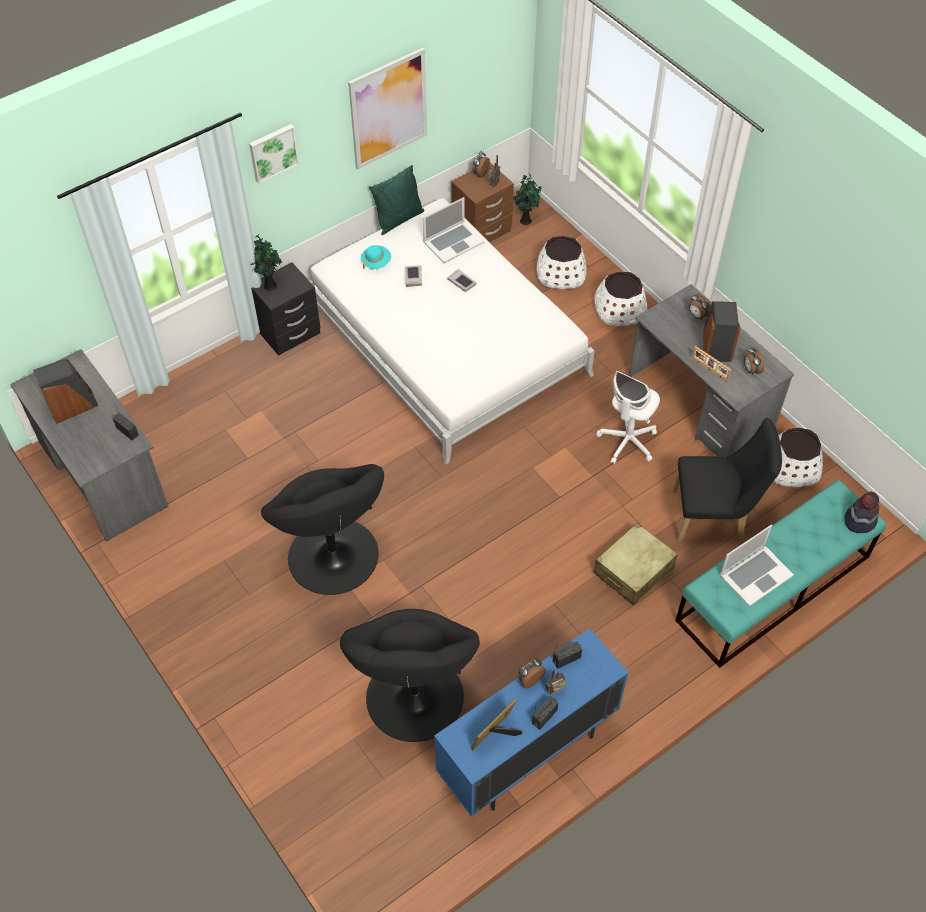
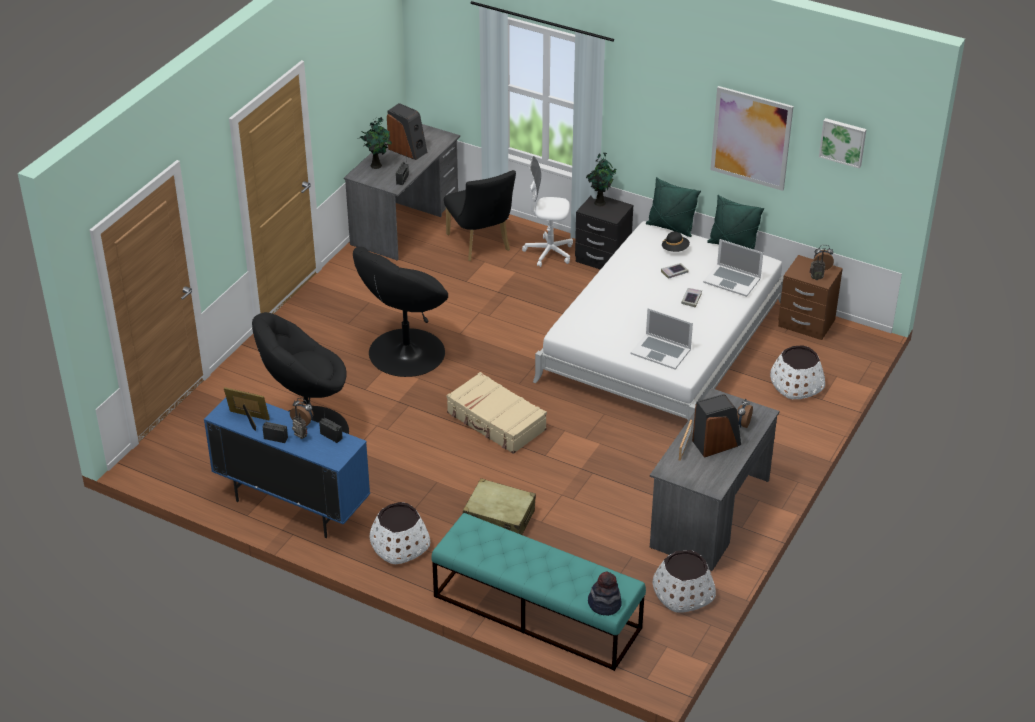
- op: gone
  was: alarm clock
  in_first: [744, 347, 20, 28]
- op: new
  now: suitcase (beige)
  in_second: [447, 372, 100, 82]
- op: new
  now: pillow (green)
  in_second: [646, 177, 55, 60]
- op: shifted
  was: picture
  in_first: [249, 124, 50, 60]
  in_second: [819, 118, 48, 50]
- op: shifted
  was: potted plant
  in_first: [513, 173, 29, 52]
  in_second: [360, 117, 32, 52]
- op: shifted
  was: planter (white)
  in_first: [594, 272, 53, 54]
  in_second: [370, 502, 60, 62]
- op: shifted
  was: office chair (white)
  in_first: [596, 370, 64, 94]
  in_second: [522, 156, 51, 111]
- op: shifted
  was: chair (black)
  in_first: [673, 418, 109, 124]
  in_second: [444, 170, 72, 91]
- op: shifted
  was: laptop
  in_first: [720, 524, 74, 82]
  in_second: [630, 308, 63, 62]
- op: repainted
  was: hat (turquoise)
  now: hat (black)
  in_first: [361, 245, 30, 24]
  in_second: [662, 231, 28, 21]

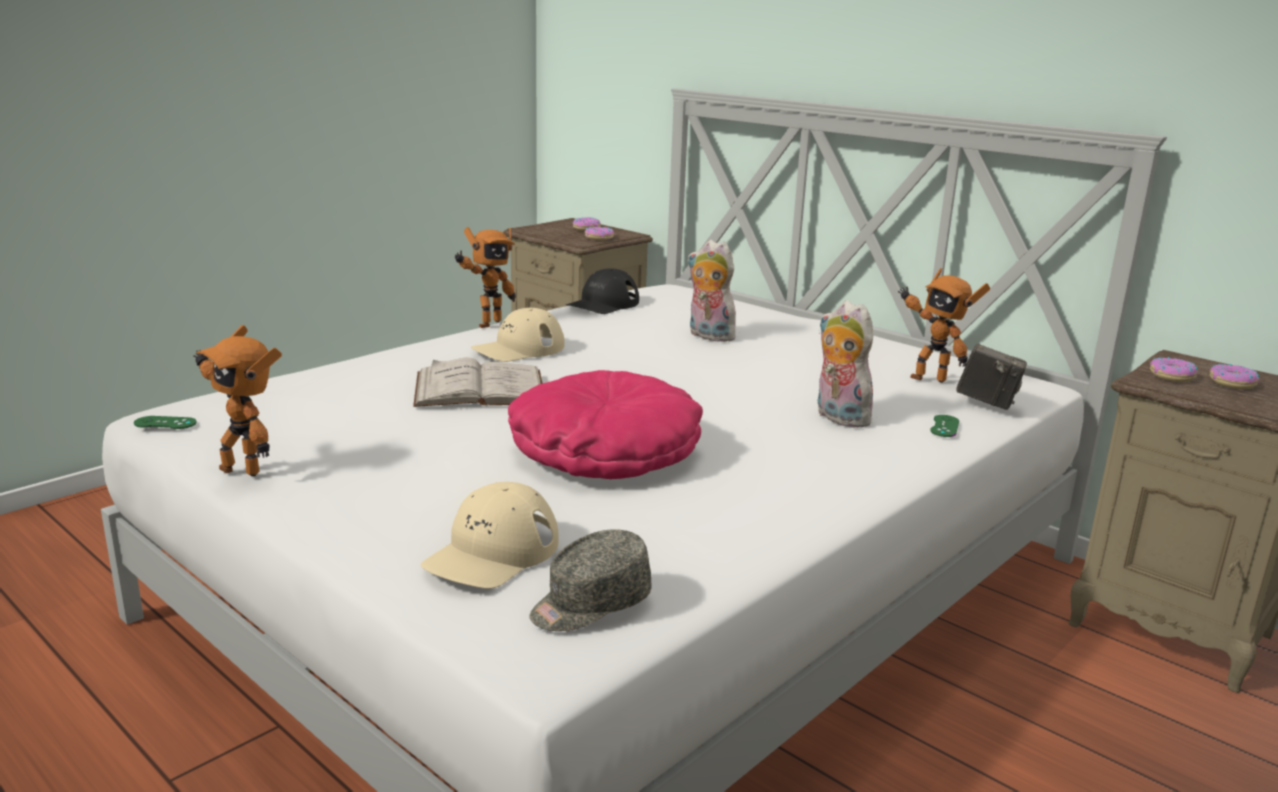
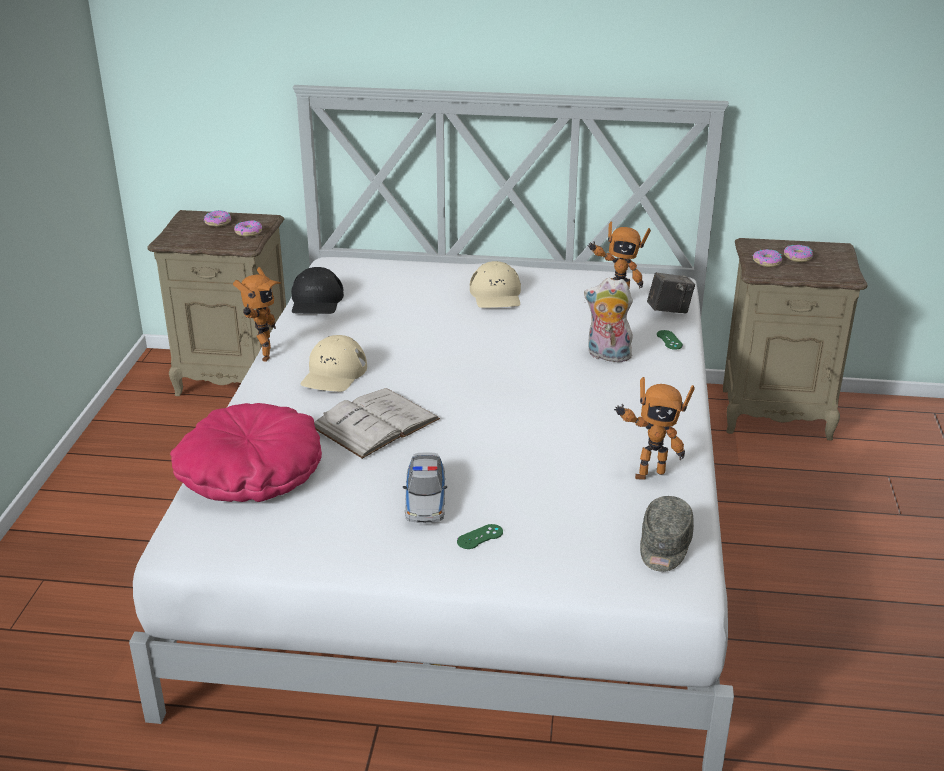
- op: gone
  was: plush toy
  in_first: [688, 240, 50, 102]
- op: new
  now: toy car
  in_second: [403, 453, 44, 70]
- op: shifted
  was: game controller (green)
  in_first: [134, 416, 62, 13]
  in_second: [457, 524, 46, 25]
- op: shifted
  was: toy robot
  in_first: [193, 325, 89, 151]
  in_second: [614, 377, 81, 103]
- op: shifted
  was: cap (beige)
  in_first: [421, 482, 138, 107]
  in_second: [470, 261, 51, 47]
- op: shifted
  was: pillow (pink)
  in_first: [508, 370, 195, 109]
  in_second: [170, 403, 152, 99]

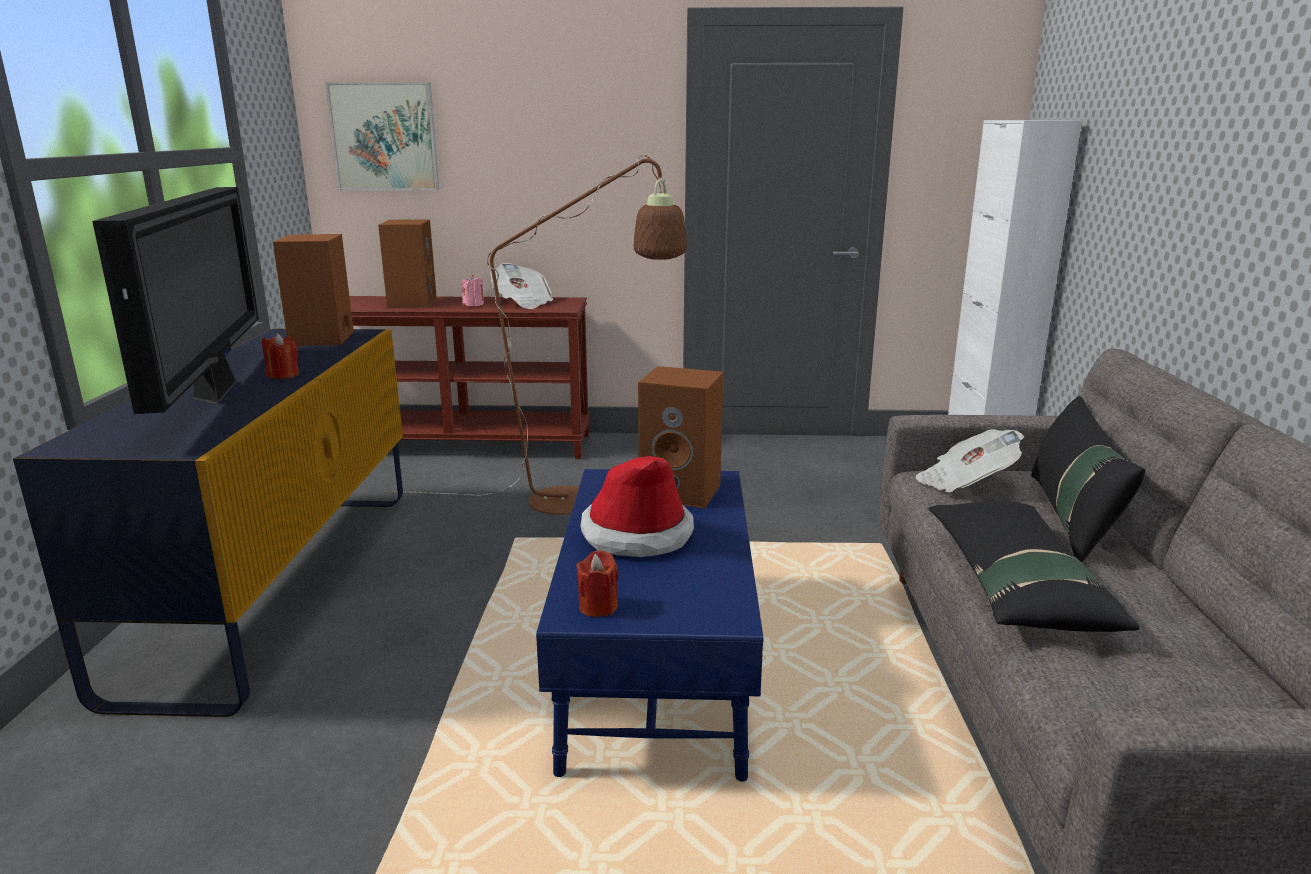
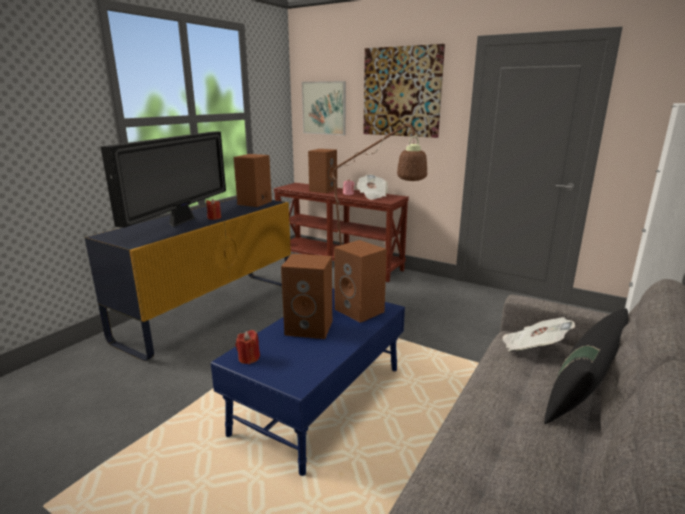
- op: gone
  was: pillow (black)
  in_first: [928, 501, 212, 131]
- op: new
  now: picture
  in_second: [363, 44, 82, 94]
- op: swapped
  was: hat
  now: speaker (brown)
  in_first: [581, 456, 113, 101]
  in_second: [281, 254, 51, 85]

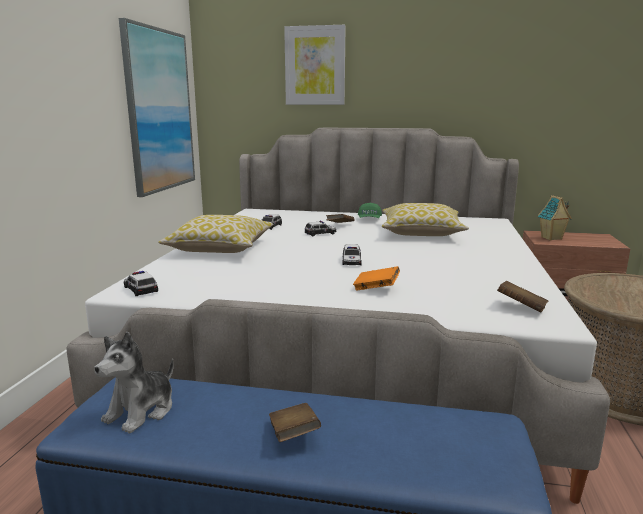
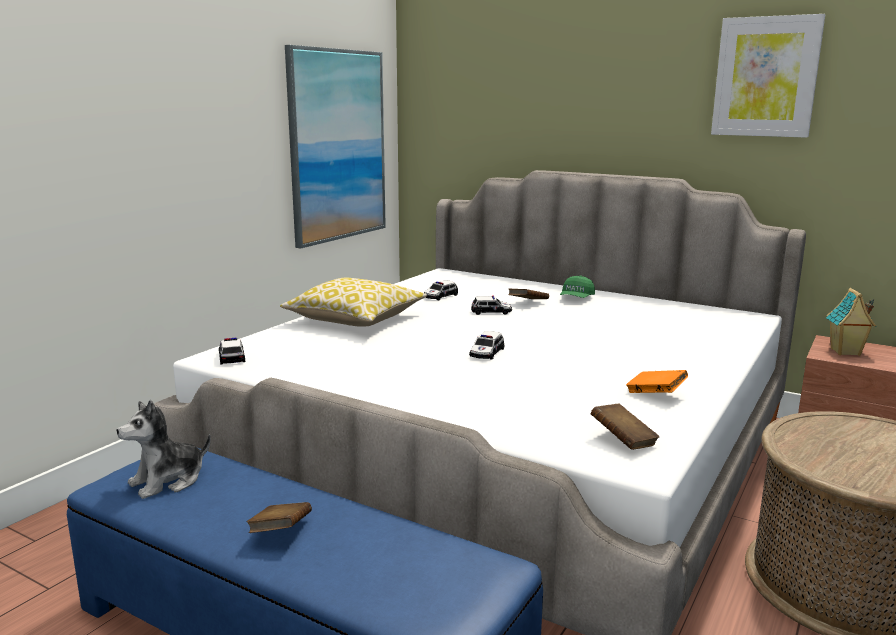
- op: gone
  was: pillow
  in_first: [382, 203, 87, 33]
- op: shifted
  was: picture
  in_first: [284, 25, 62, 80]
  in_second: [711, 14, 114, 124]
- op: shifted
  was: book (orange)
  in_first: [353, 266, 47, 25]
  in_second: [626, 370, 62, 23]

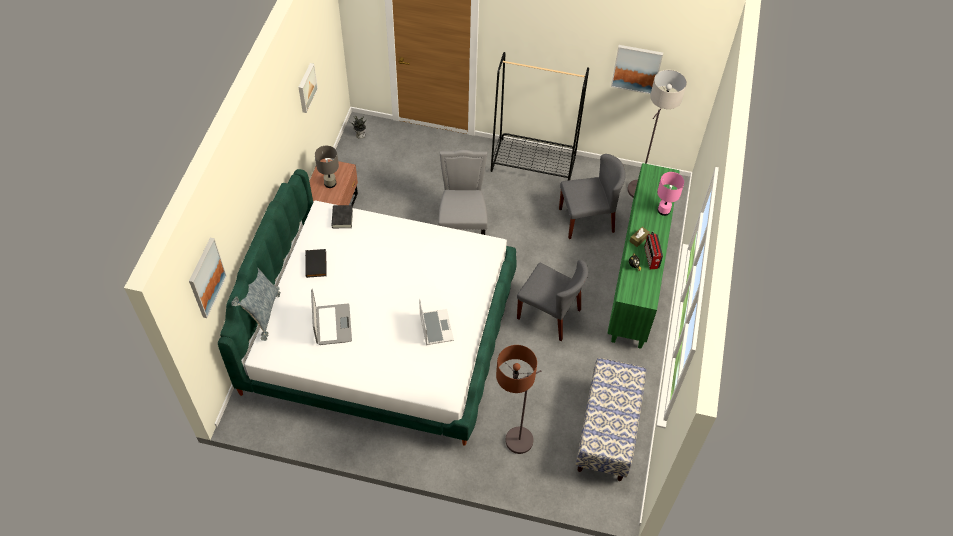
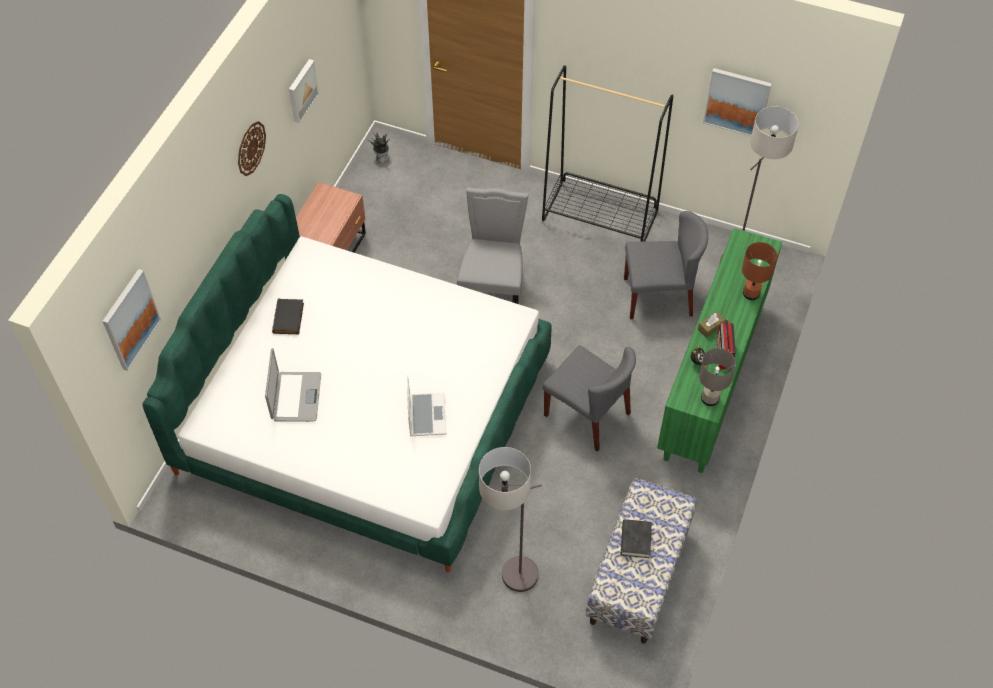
- op: gone
  was: pillow
  in_first: [231, 268, 49, 73]
- op: new
  now: wall clock
  in_second: [238, 121, 28, 55]
- op: shifted
  was: table lamp (grey)
  in_first: [315, 146, 24, 42]
  in_second: [699, 348, 37, 58]
- op: shifted
  was: book (black)
  in_first: [332, 205, 21, 23]
  in_second: [621, 519, 31, 39]
- op: repainted
  was: floor lamp (brown)
  now: floor lamp (grey)
  in_first: [496, 345, 46, 109]
  in_second: [479, 447, 63, 145]
- op: repainted
  was: table lamp (pink)
  now: table lamp (brown)
  in_first: [657, 172, 27, 44]
  in_second: [742, 242, 35, 58]

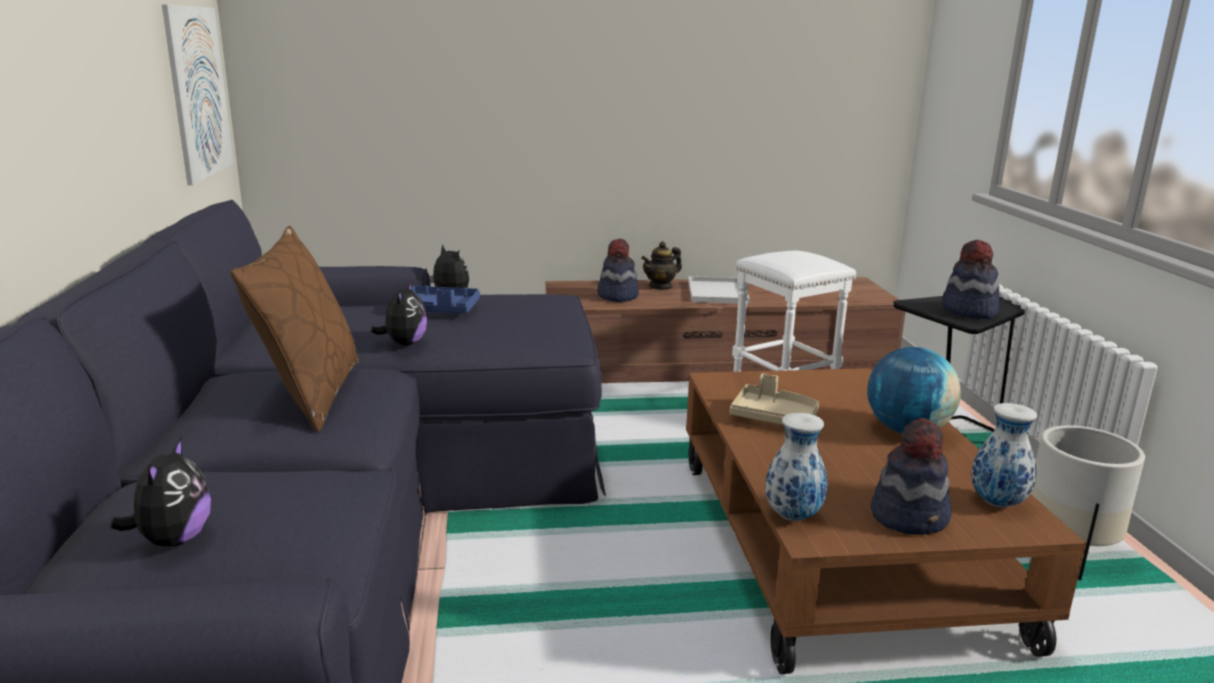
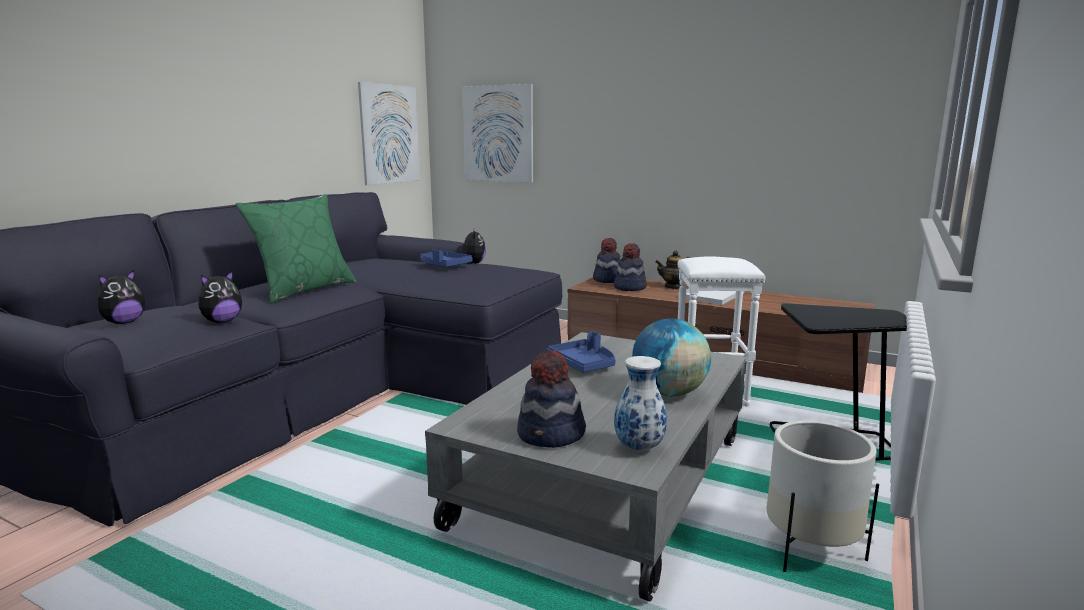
- op: gone
  was: vase
  in_first: [765, 413, 62, 108]
- op: new
  now: picture
  in_second: [462, 84, 71, 99]
- op: shifted
  was: plush toy
  in_first: [371, 281, 56, 64]
  in_second: [198, 270, 44, 53]
- op: shifted
  was: hat
  in_first: [942, 240, 57, 79]
  in_second: [593, 238, 27, 45]
- op: repainted
  was: pillow (brown)
  now: pillow (green)
  in_first: [230, 226, 129, 206]
  in_second: [236, 194, 120, 109]
- op: repainted
  was: coffee table (brown)
  now: coffee table (grey)
  in_first: [686, 368, 401, 306]
  in_second: [425, 332, 321, 270]
- op: repainted
  was: tray (beige)
  now: tray (blue)
  in_first: [730, 373, 89, 52]
  in_second: [547, 331, 69, 41]

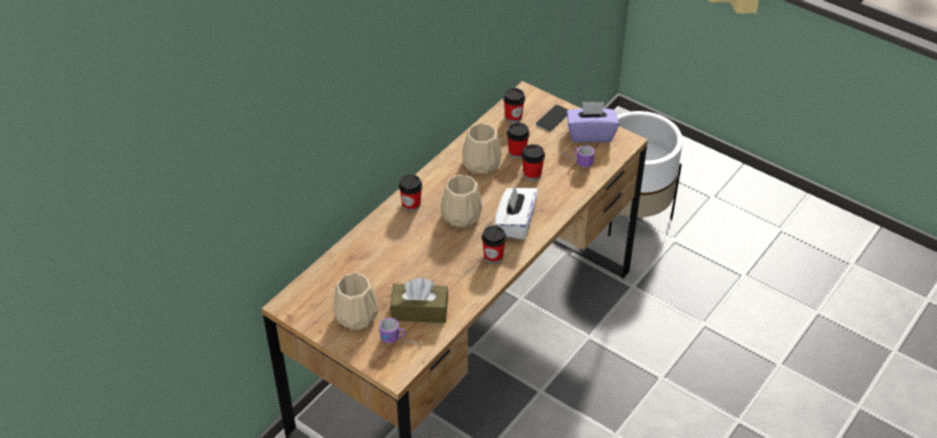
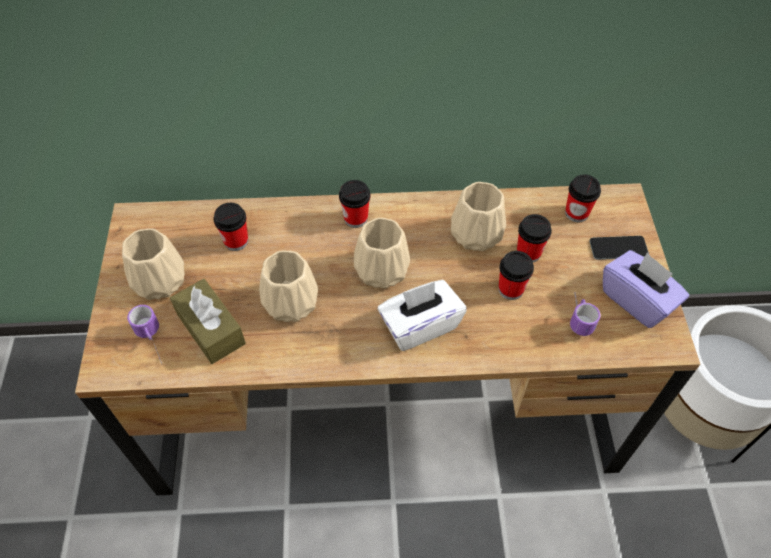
- op: new
  now: vase (beige)
  in_second: [259, 250, 59, 72]
- op: shifted
  was: cup
  in_first: [482, 225, 24, 39]
  in_second: [214, 203, 34, 48]

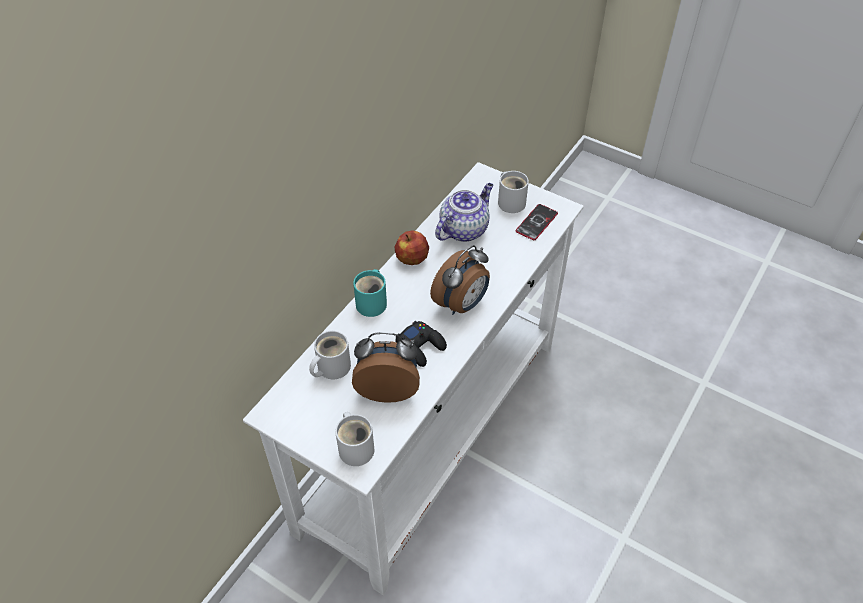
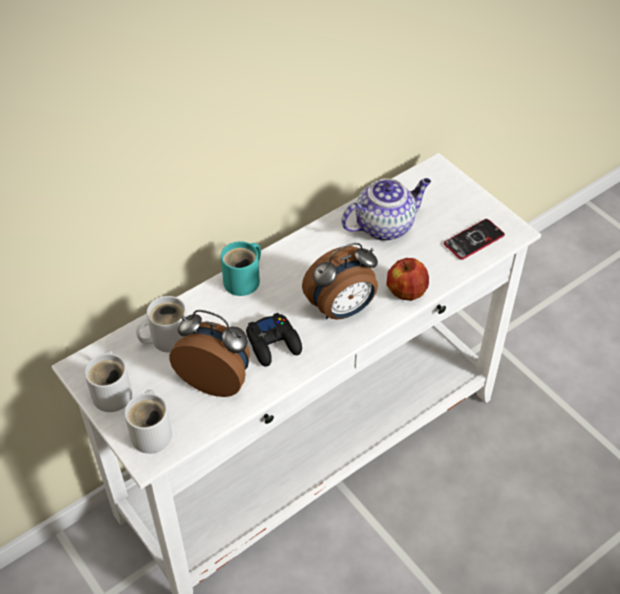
- op: shifted
  was: apple
  in_first: [394, 230, 35, 35]
  in_second: [387, 258, 42, 43]
- op: shifted
  was: mug (white)
  in_first: [498, 171, 31, 42]
  in_second: [85, 351, 47, 61]

